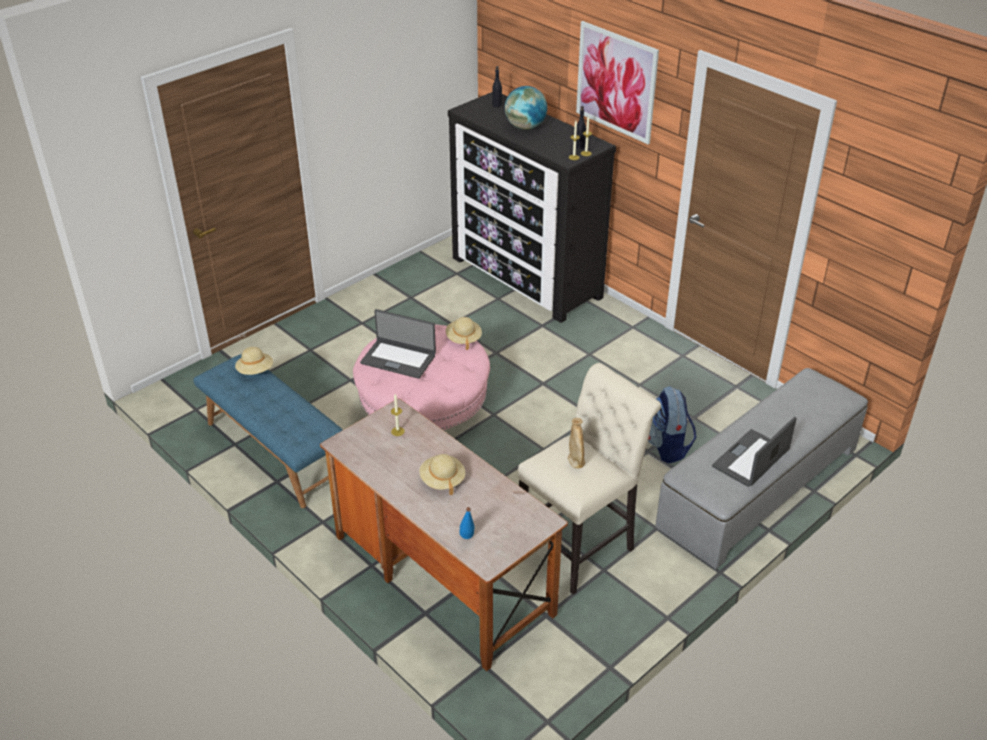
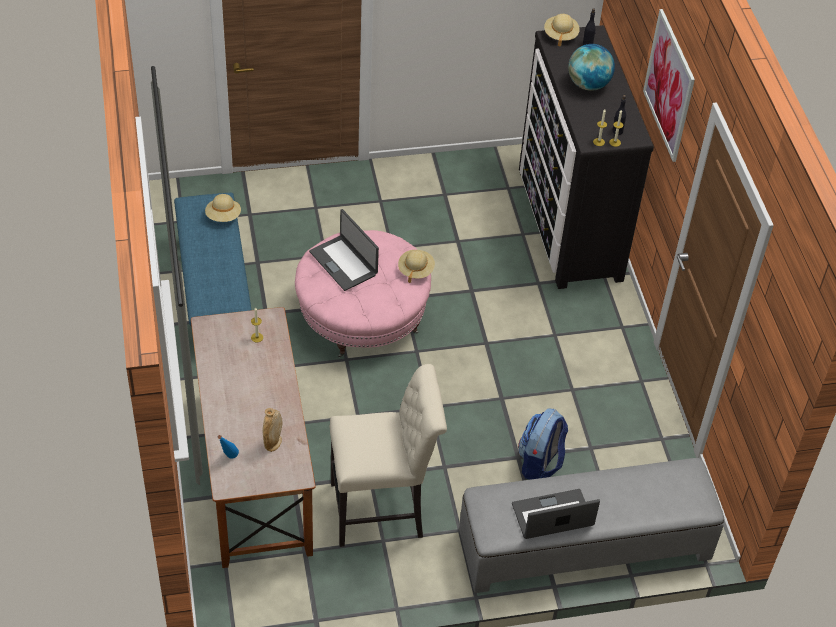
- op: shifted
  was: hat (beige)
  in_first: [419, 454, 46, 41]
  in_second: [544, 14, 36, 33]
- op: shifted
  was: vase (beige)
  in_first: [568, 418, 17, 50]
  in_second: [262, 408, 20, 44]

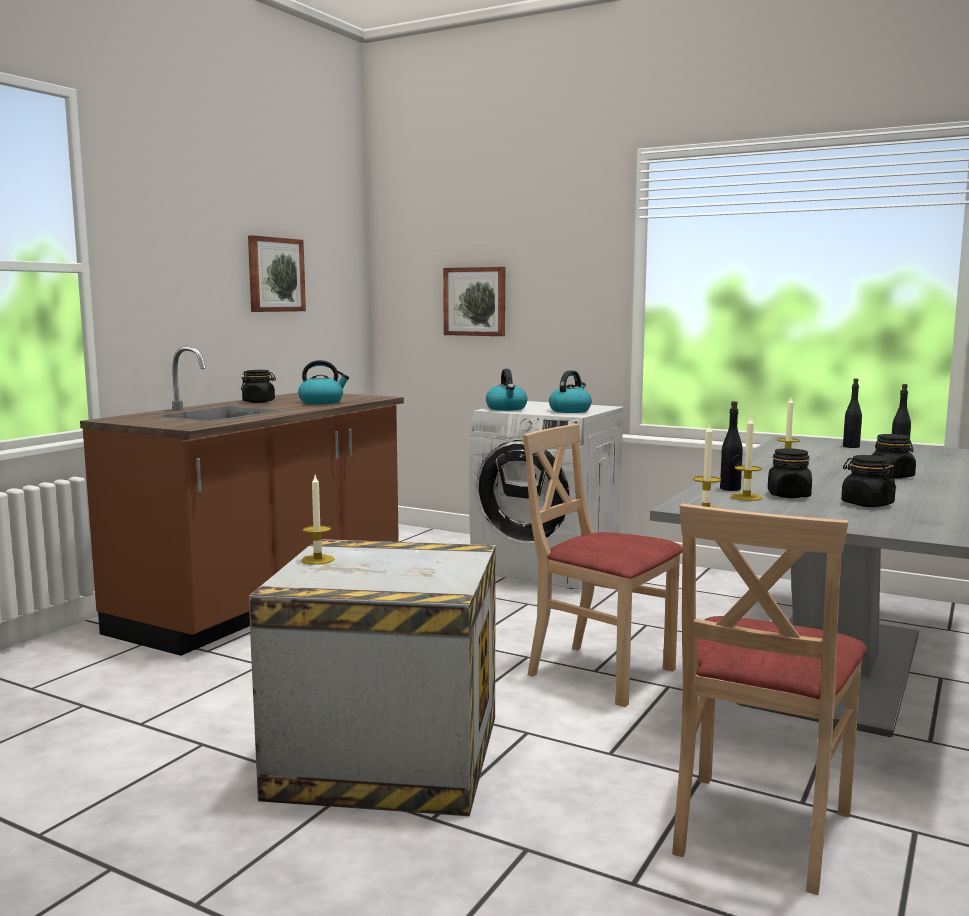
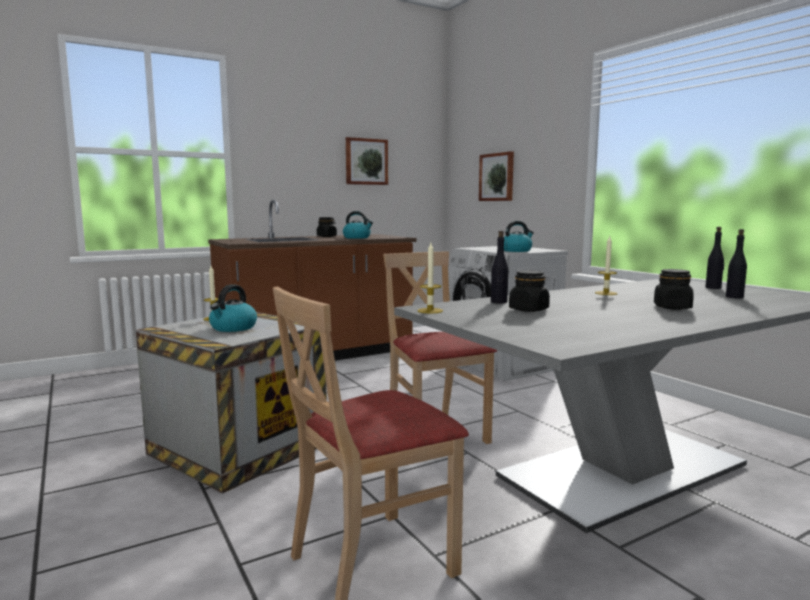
- op: gone
  was: candle
  in_first: [731, 417, 32, 84]
- op: gone
  was: jar (black)
  in_first: [841, 455, 55, 52]
- op: shifted
  was: kettle
  in_first: [486, 369, 42, 42]
  in_second: [209, 284, 48, 48]

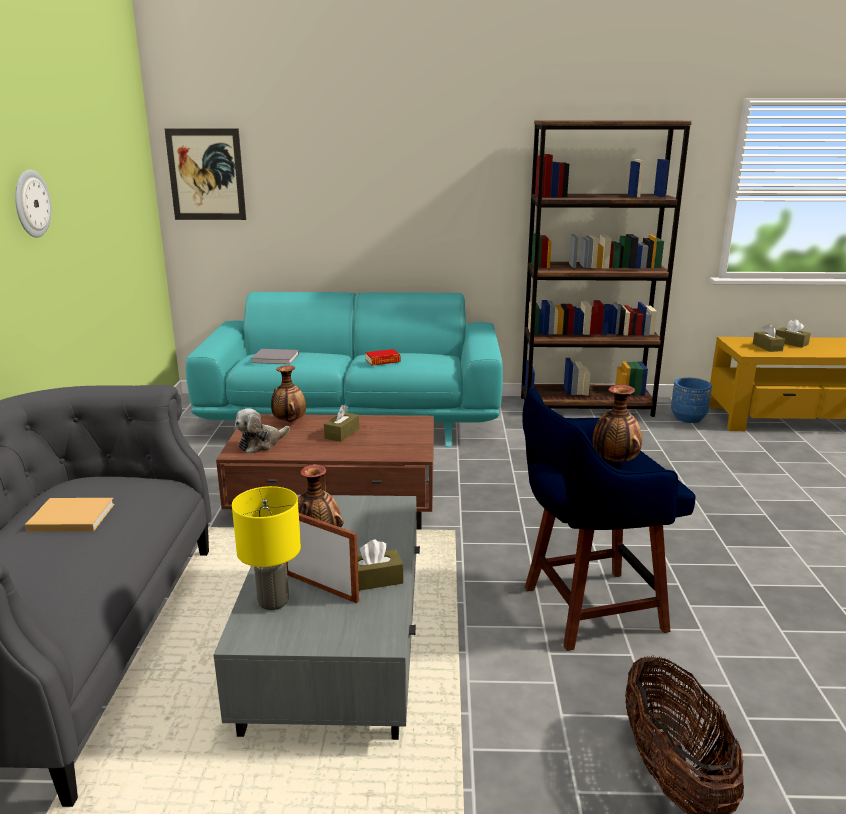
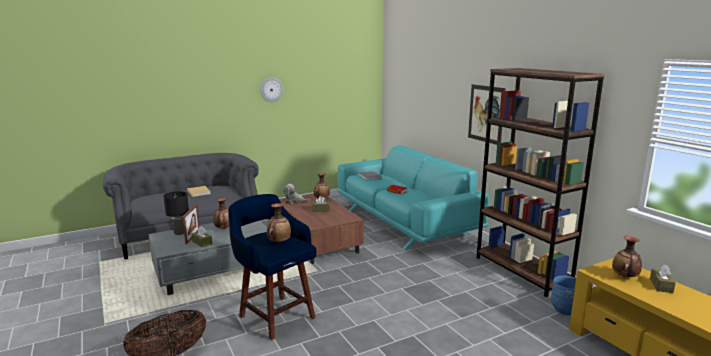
- op: shifted
  was: picture
  in_first: [164, 128, 82, 92]
  in_second: [468, 84, 38, 61]
- op: swapped
  was: tissue box (brown)
  now: vase
  in_first: [753, 324, 32, 28]
  in_second: [612, 236, 30, 42]
- op: repainted
  was: table lamp (yellow)
  now: table lamp (black)
  in_first: [232, 486, 69, 124]
  in_second: [164, 191, 25, 44]

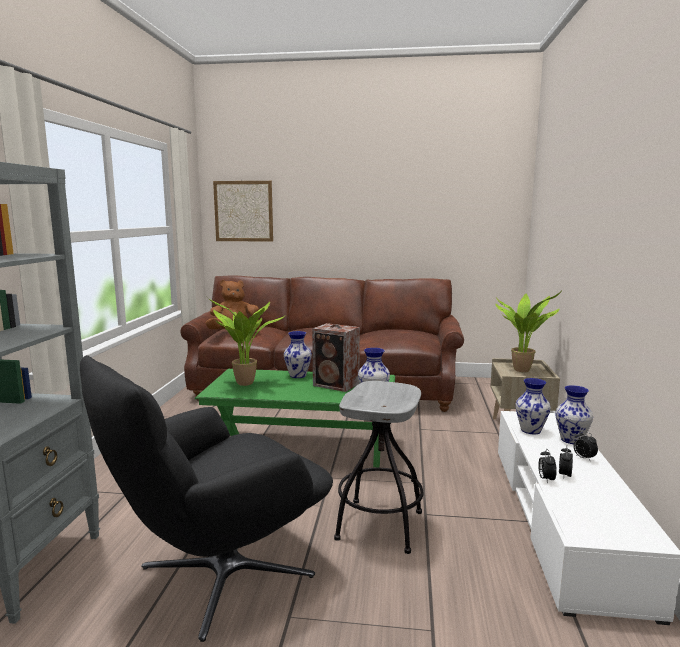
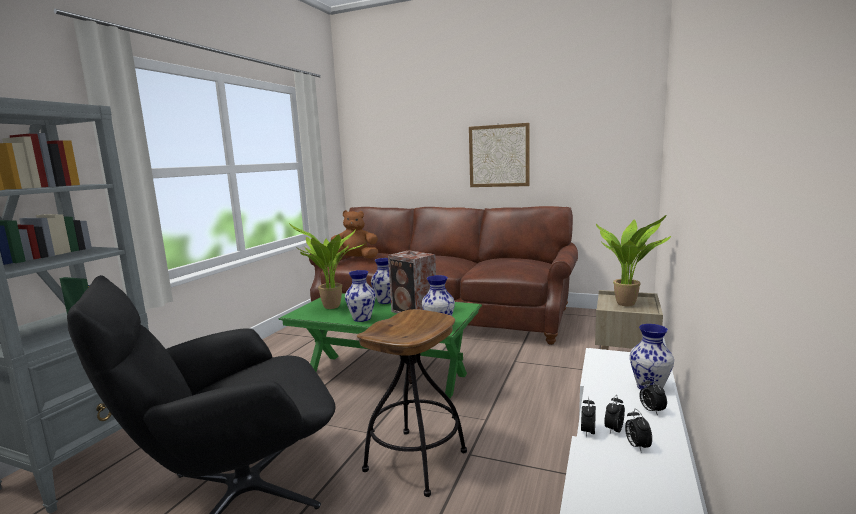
- op: new
  now: alarm clock
  in_second: [625, 409, 27, 42]
- op: shifted
  was: picture
  in_first: [213, 181, 60, 61]
  in_second: [469, 123, 61, 64]
- op: shifted
  was: vase
  in_first: [516, 378, 35, 56]
  in_second: [345, 270, 31, 52]
- op: repainted
  was: stool (grey)
  now: stool (brown)
  in_first: [334, 381, 89, 173]
  in_second: [357, 309, 110, 188]

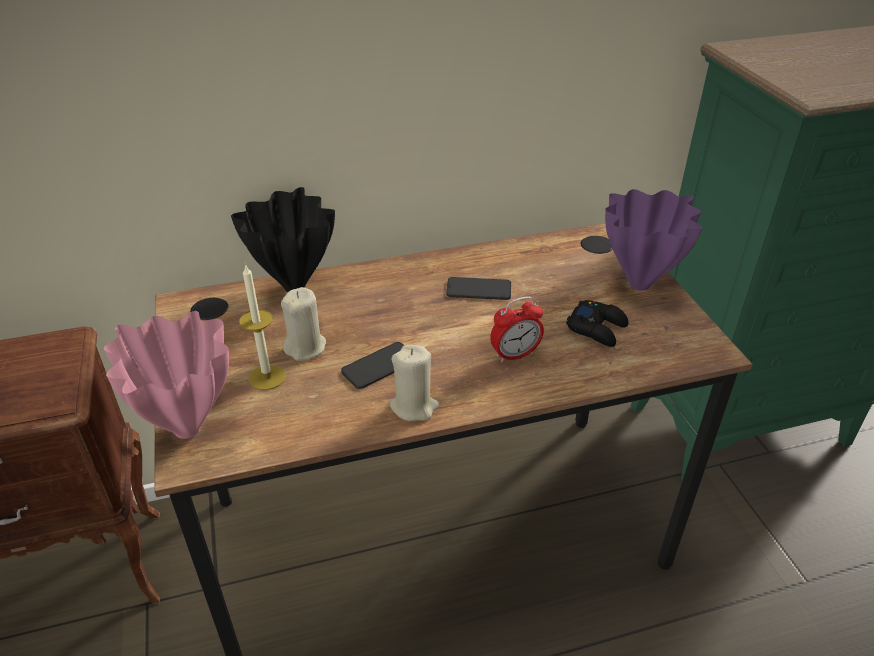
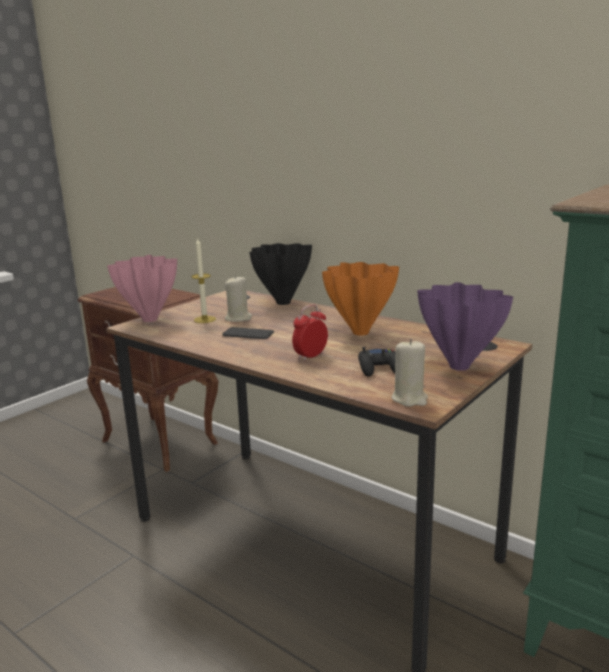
- op: shifted
  was: candle (beige)
  in_first: [390, 345, 49, 76]
  in_second: [392, 339, 36, 68]
- op: swapped
  was: phone
  now: vase (orange)
  in_first: [446, 277, 65, 23]
  in_second: [322, 262, 77, 74]
- op: rotated
  was: alarm clock
  in_first: [490, 296, 54, 67]
  in_second: [292, 304, 36, 57]
  clockwise: 105

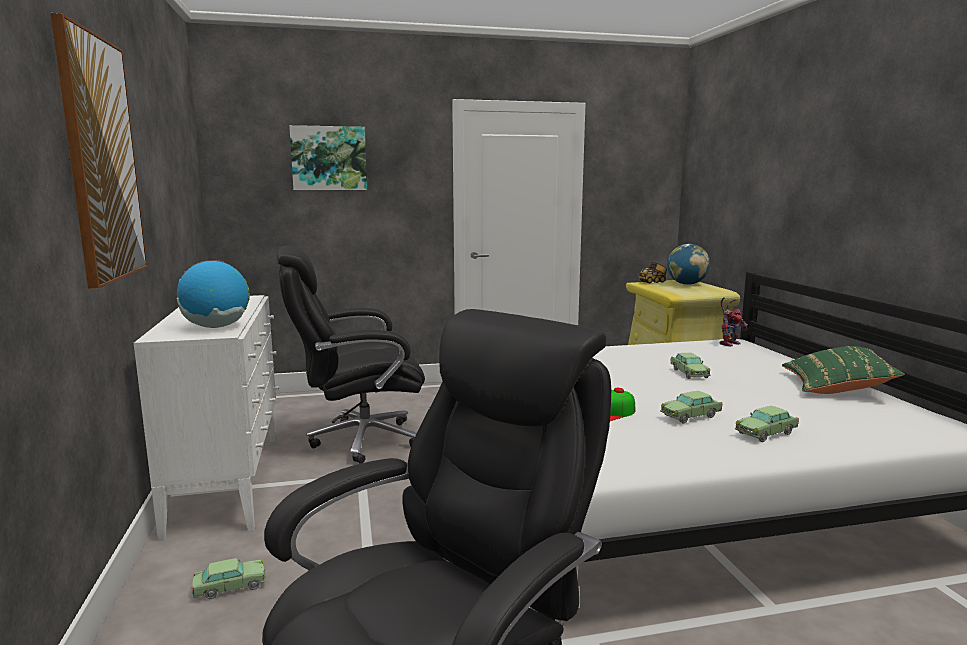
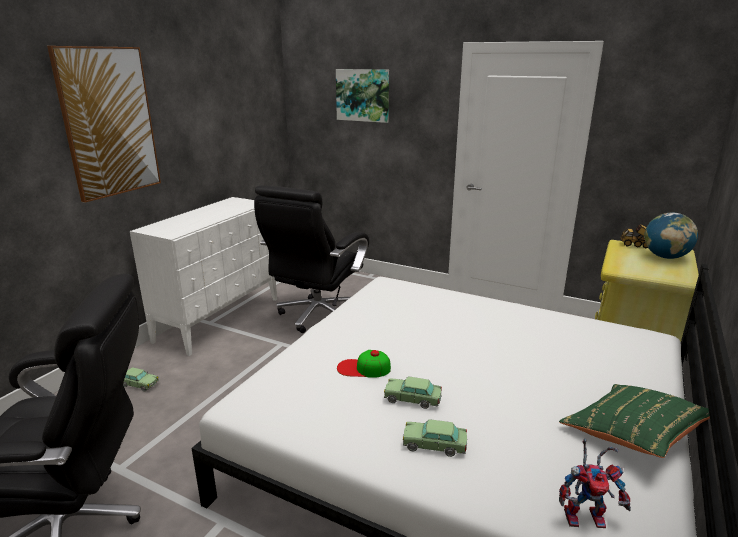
- op: gone
  was: globe
  in_first: [177, 260, 73, 68]
- op: gone
  was: toy car
  in_first: [670, 353, 40, 26]
- op: shifted
  was: toy robot
  in_first: [720, 297, 28, 50]
  in_second: [559, 438, 72, 90]
- op: rotated
  was: office chair (black)
  in_first: [277, 246, 148, 218]
  in_second: [254, 185, 115, 148]
  clockwise: -90

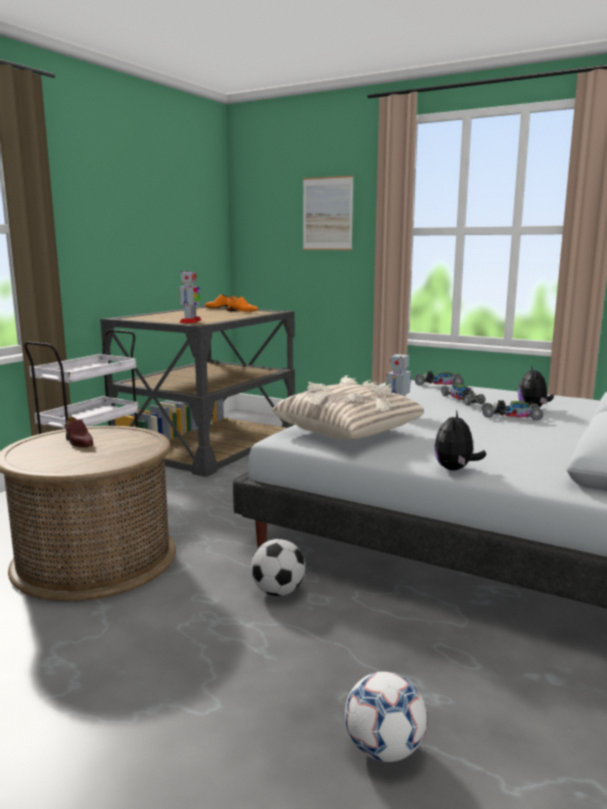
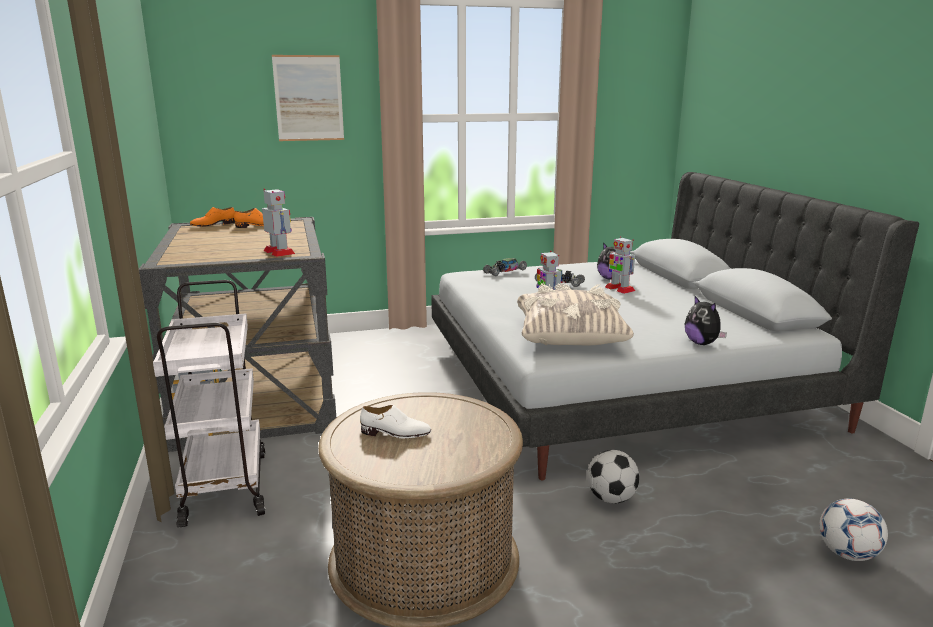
- op: swapped
  was: toy car
  now: toy robot
  in_first: [482, 400, 61, 20]
  in_second: [605, 236, 30, 58]
- op: repainted
  was: shoe (brown)
  now: shoe (white)
  in_first: [65, 417, 28, 31]
  in_second: [360, 405, 71, 33]

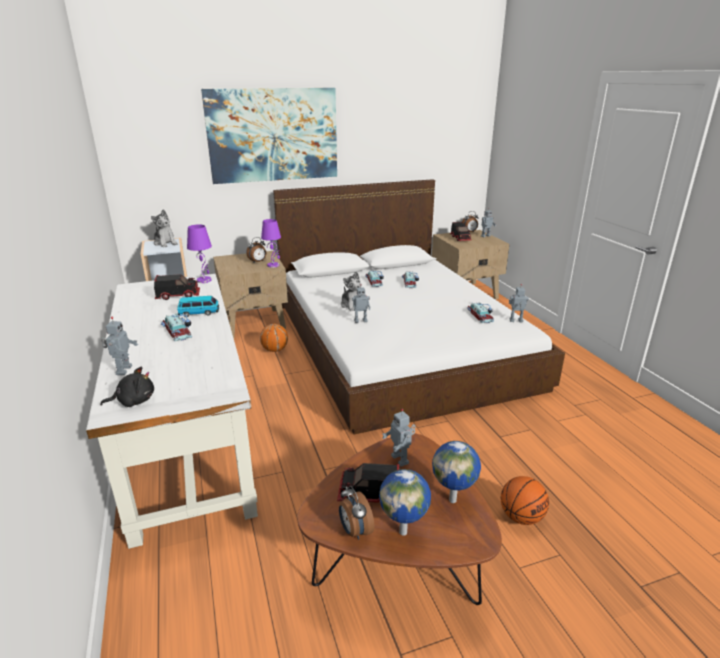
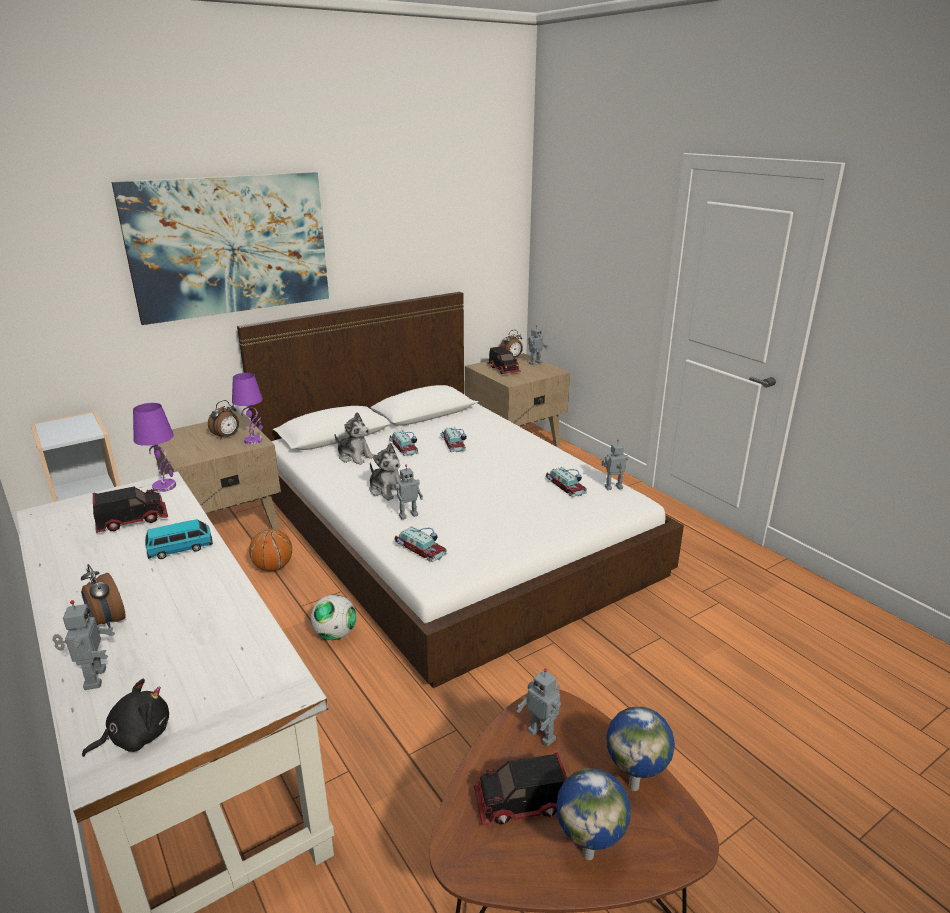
- op: gone
  was: basketball
  in_first: [501, 476, 48, 49]
- op: new
  now: football
  in_second: [311, 594, 45, 46]
- op: shifted
  was: plush toy
  in_first: [151, 210, 27, 38]
  in_second: [334, 412, 40, 53]
- op: shifted
  was: toy car
  in_first: [160, 313, 32, 28]
  in_second: [394, 526, 53, 36]
- op: shifted
  was: alarm clock
  in_first: [339, 486, 36, 54]
  in_second: [81, 564, 45, 64]

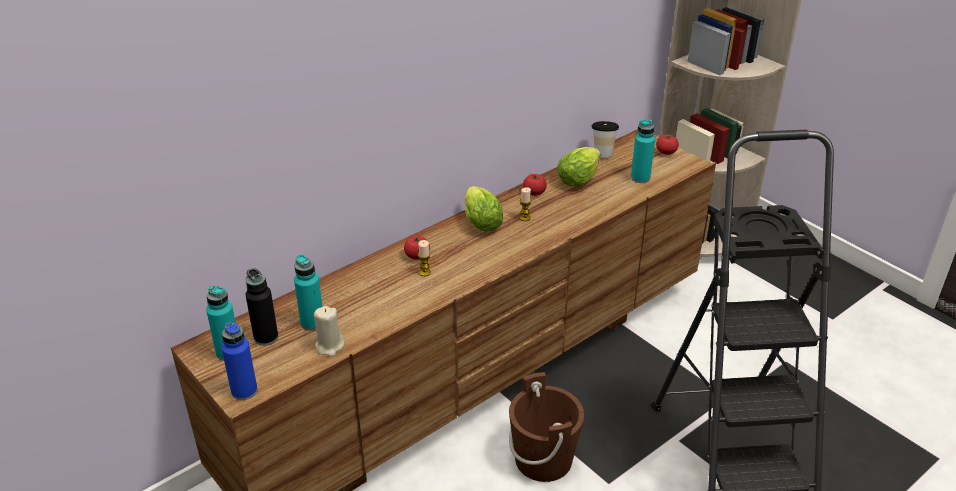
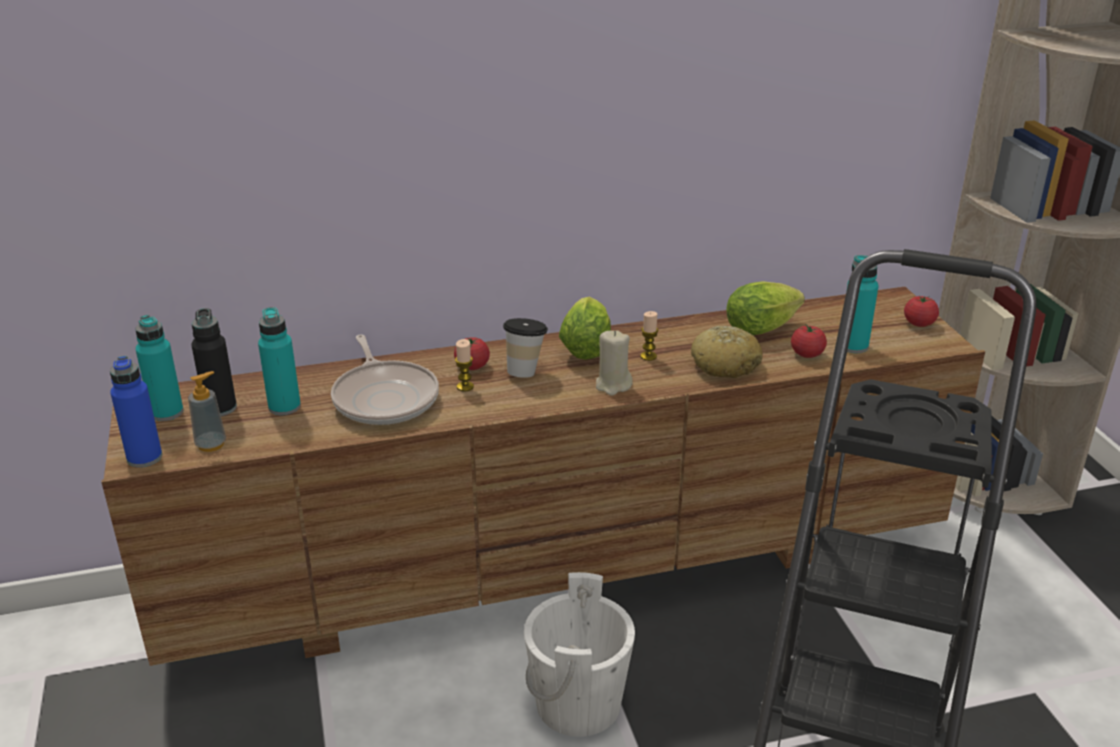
- op: new
  now: soap dispenser
  in_second: [188, 371, 38, 81]
- op: new
  now: frying pan
  in_second: [331, 334, 108, 91]
- op: new
  now: bread
  in_second: [691, 326, 71, 52]
- op: shifted
  was: candle (beige)
  in_first: [314, 306, 30, 51]
  in_second: [596, 331, 37, 65]
- op: shifted
  was: tomato
  in_first: [523, 174, 24, 22]
  in_second: [791, 325, 36, 33]
- op: shifted
  was: cup
  in_first: [592, 121, 27, 36]
  in_second: [503, 318, 45, 60]
- op: repainted
  was: bucket (brown)
  now: bucket (white)
  in_first: [509, 372, 75, 110]
  in_second: [524, 572, 111, 165]

